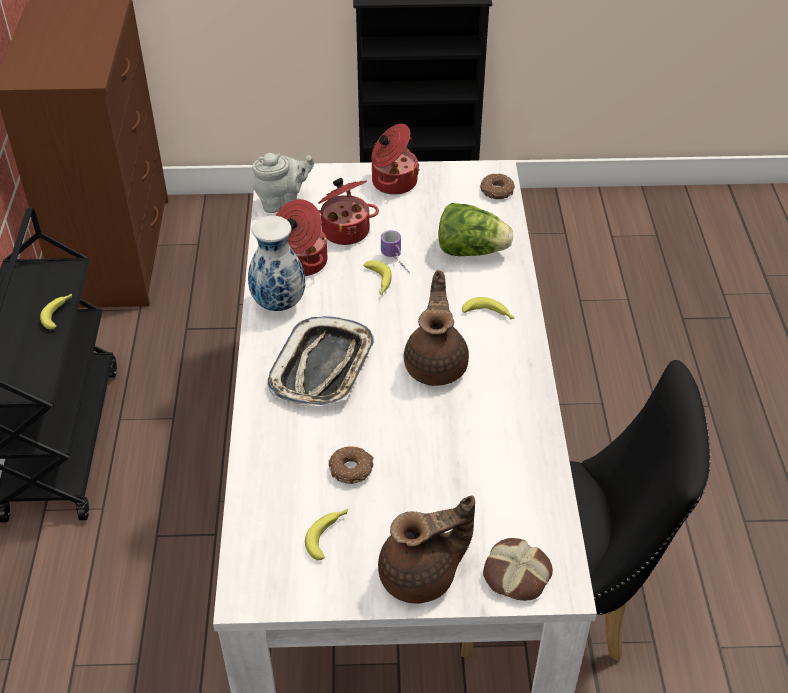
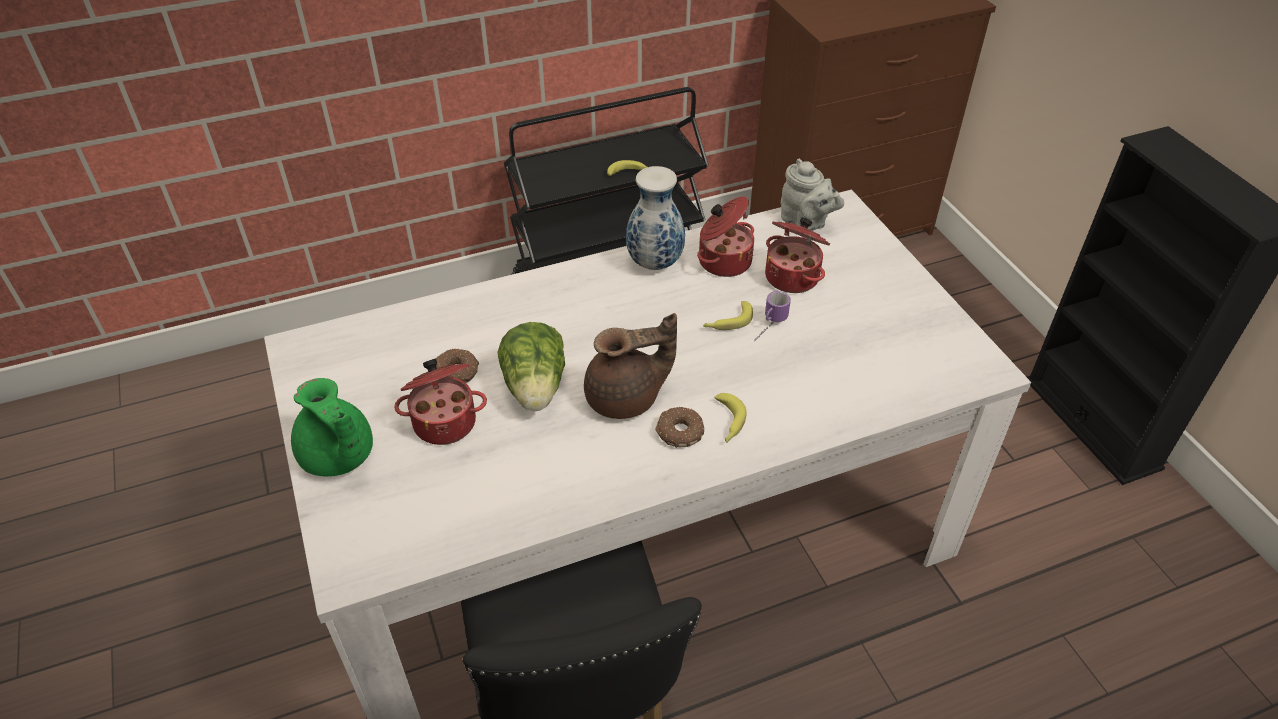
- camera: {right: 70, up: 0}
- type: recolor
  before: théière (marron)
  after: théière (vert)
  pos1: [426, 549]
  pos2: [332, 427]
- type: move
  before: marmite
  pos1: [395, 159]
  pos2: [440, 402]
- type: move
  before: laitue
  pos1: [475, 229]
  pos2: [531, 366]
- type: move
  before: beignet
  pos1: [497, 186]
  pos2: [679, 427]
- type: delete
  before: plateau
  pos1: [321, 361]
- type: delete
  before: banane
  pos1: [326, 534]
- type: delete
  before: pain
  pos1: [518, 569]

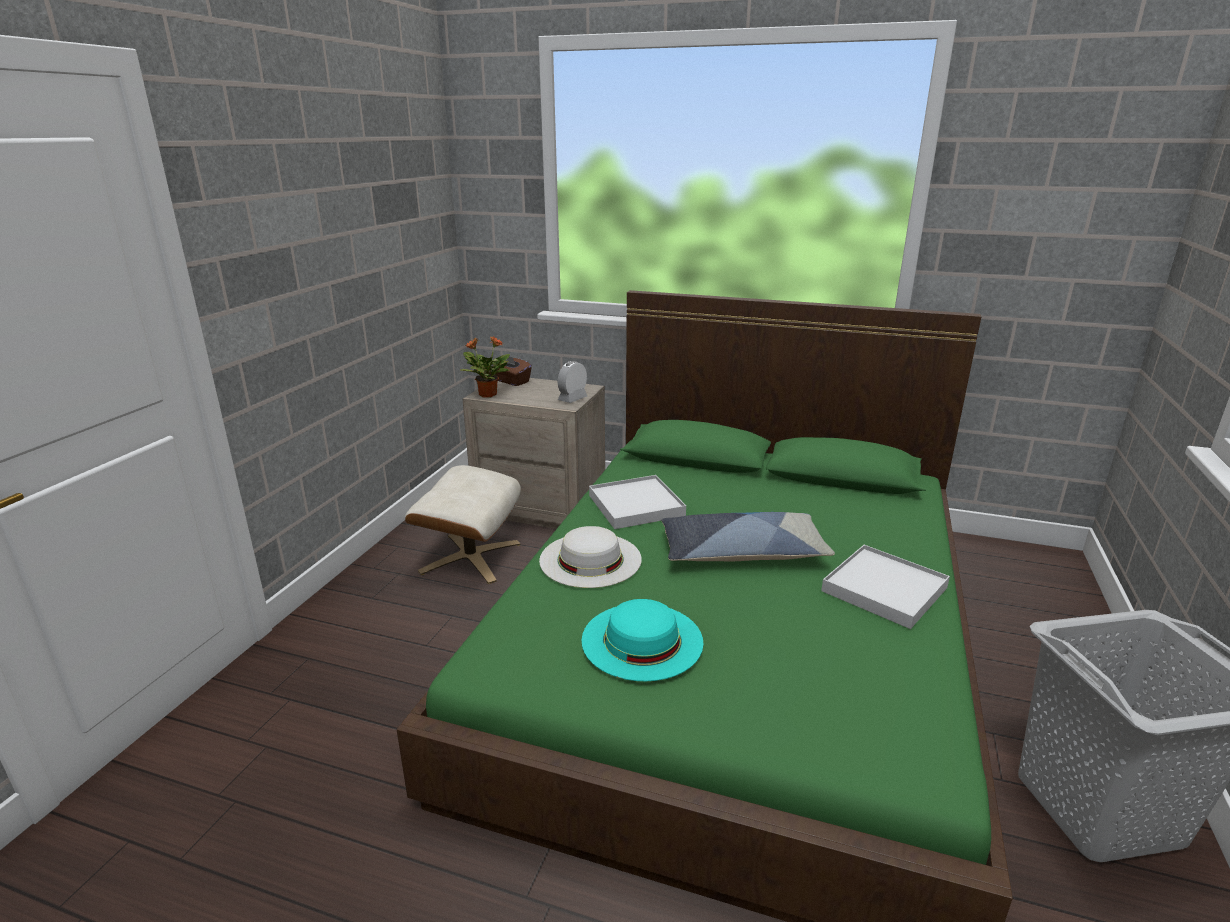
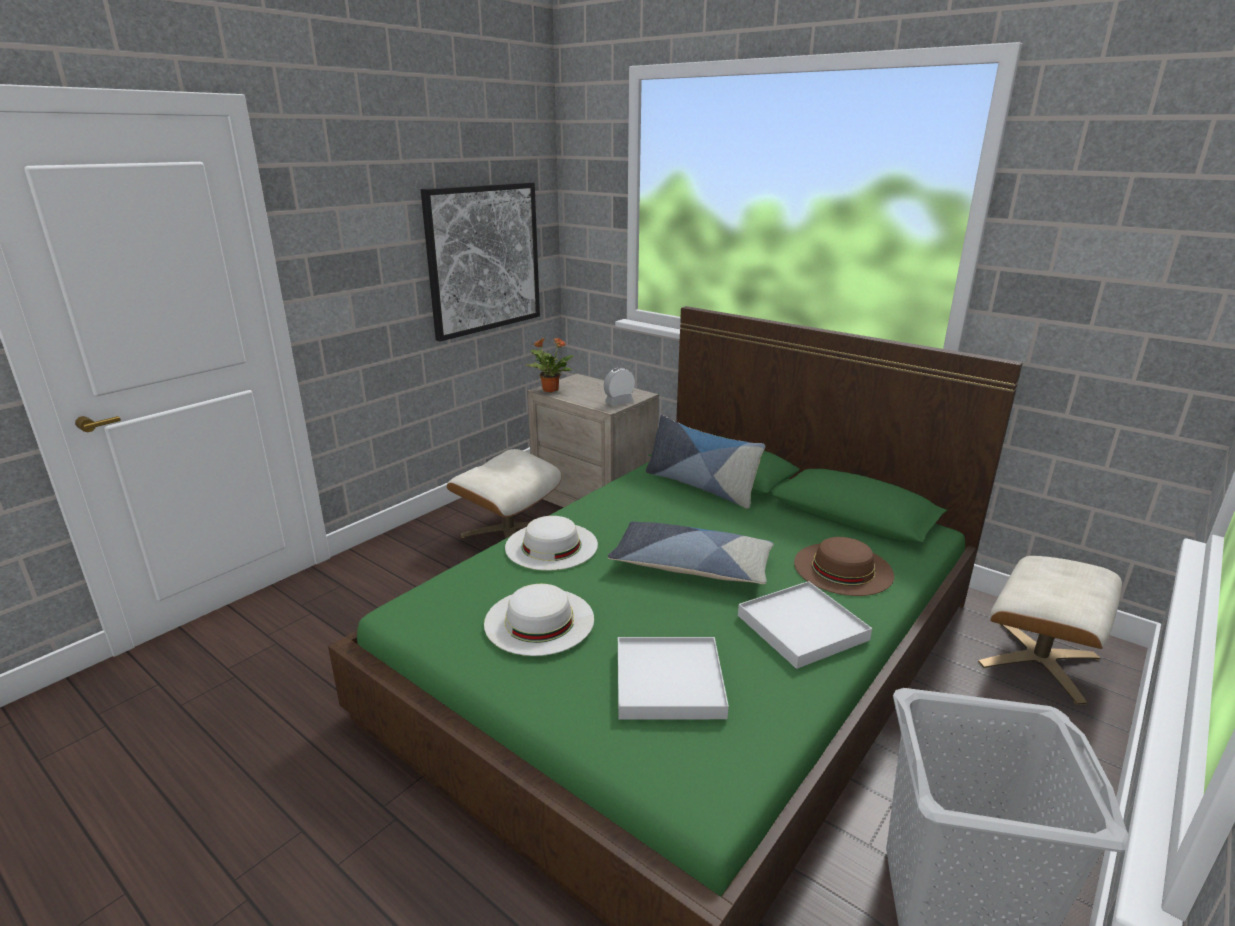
- camera: {right: 20, up: 0}
- type: insert
  after: tableau
  pos2: [480, 262]
- type: recolor
  before: chapeau (turquoise)
  after: chapeau (blanc)
  pos1: [642, 640]
  pos2: [539, 620]
- type: move
  before: plateau (blanc)
  pos1: [637, 502]
  pos2: [673, 678]
- type: insert
  after: coussin
  pos2: [705, 462]
- type: insert
  after: chapeau (marron)
  pos2: [844, 566]
- type: insert
  after: pouf (beige)
  pos2: [1050, 630]
- type: delete
  before: boîte à mouchoirs (marron)
  pos1: [512, 370]

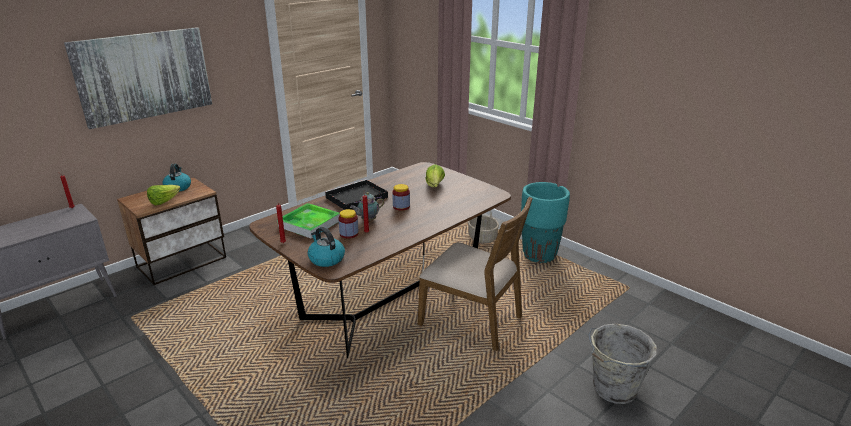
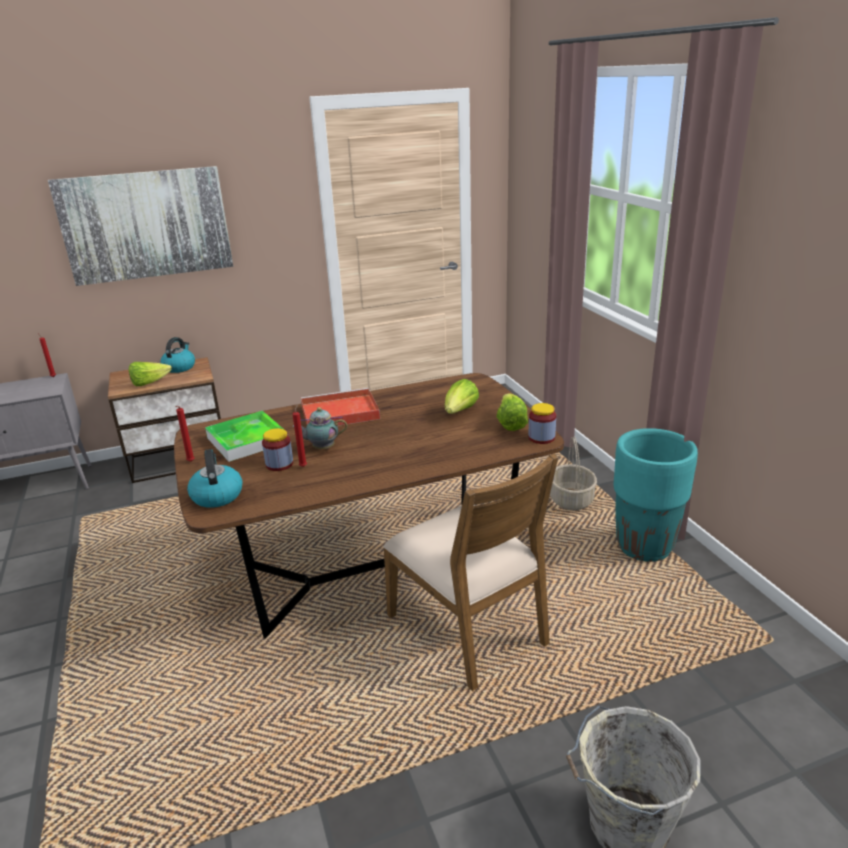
- camera: {right: 25, up: 0}
- type: recolor
  before: plateau (noir)
  after: plateau (rouge)
  pos1: [356, 194]
  pos2: [340, 407]
- type: insert
  after: laitue
  pos2: [512, 412]
- type: move
  before: bocal
  pos1: [401, 197]
  pos2: [542, 423]

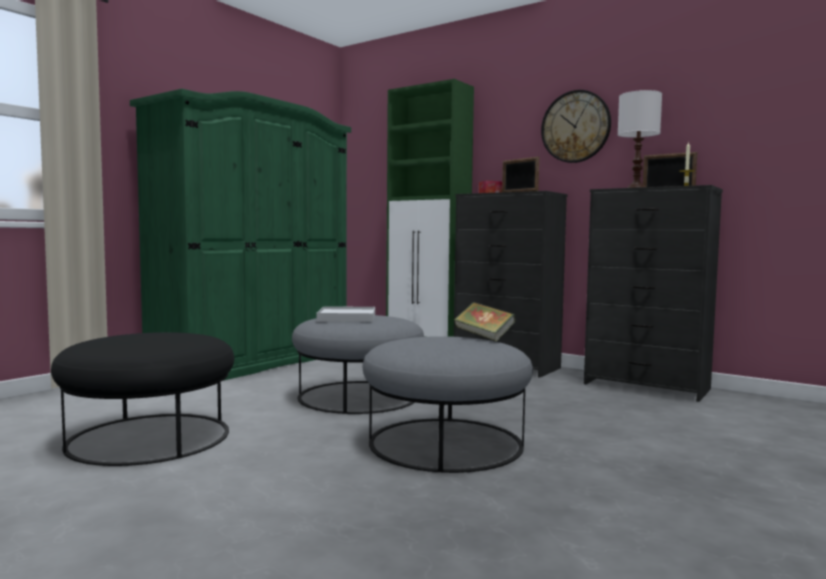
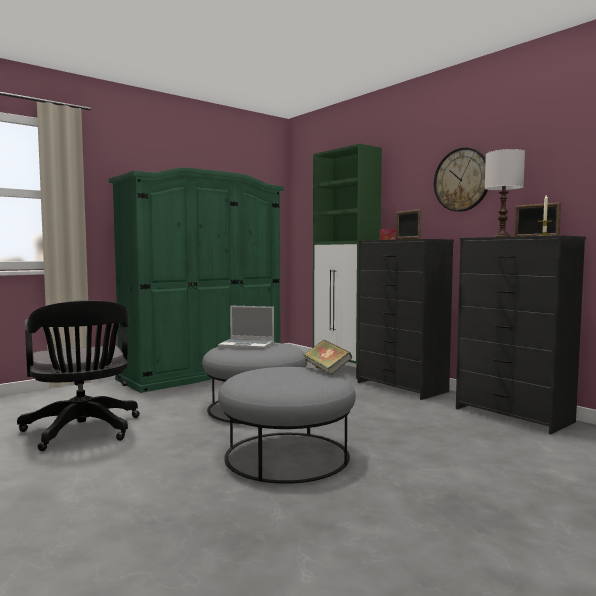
- camera: {right: 15, up: 0}
- type: replace
  before: pouf (noir)
  after: chaise de bureau (noir)
  pos1: [142, 399]
  pos2: [78, 375]
- type: replace
  before: plateau (blanc)
  after: ordinateur portable
  pos1: [346, 314]
  pos2: [246, 327]

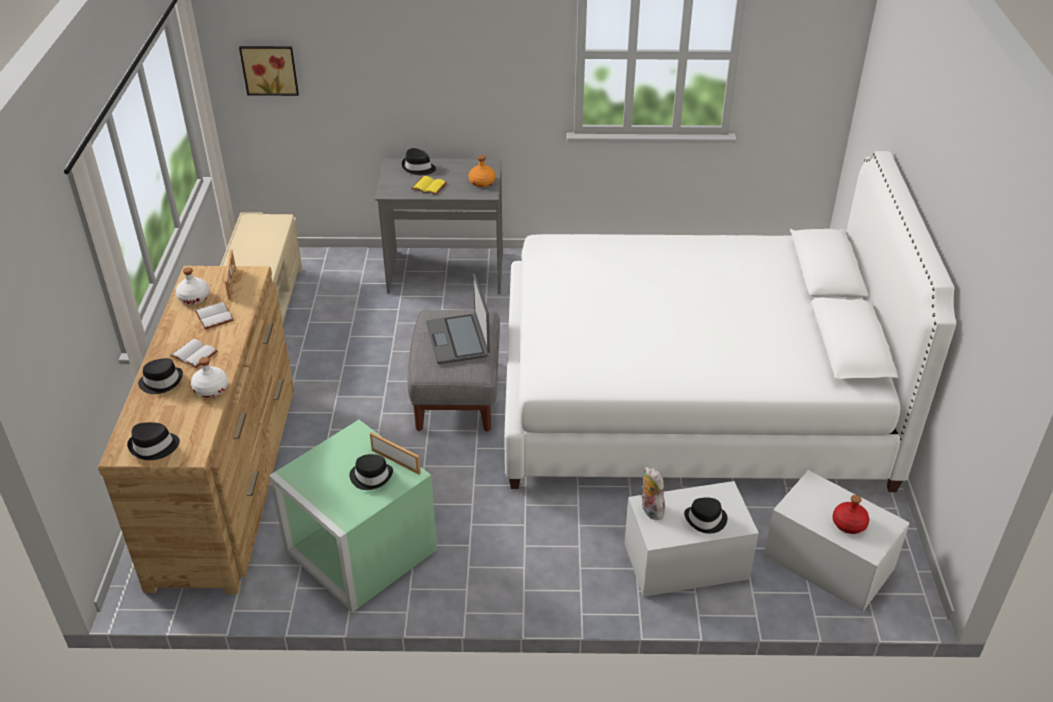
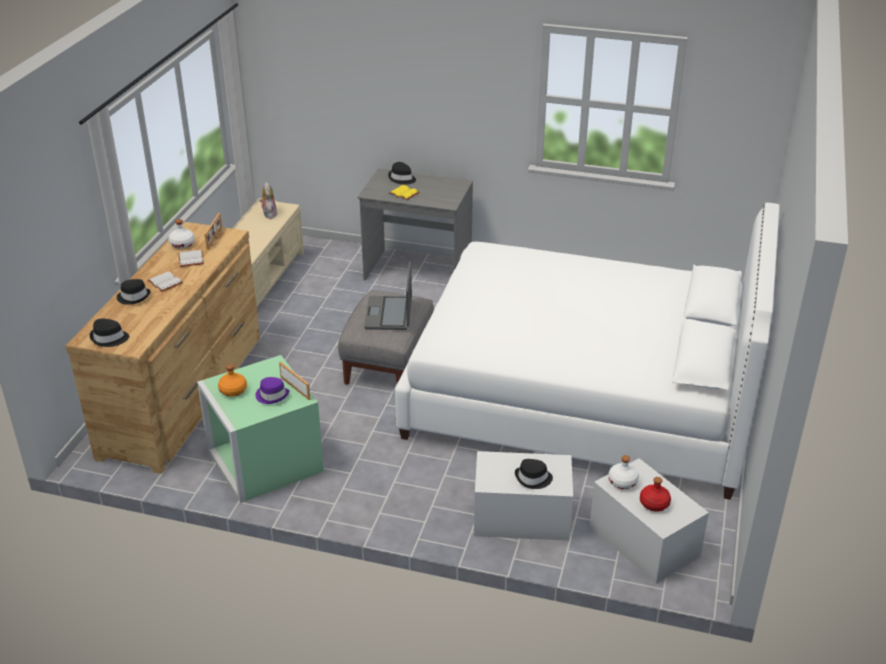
- camera: {right: 15, up: -5}
- type: move
  before: bouteille (orange)
  pos1: [482, 171]
  pos2: [232, 380]
- type: recolor
  before: chapeau (noir)
  after: chapeau (violet)
  pos1: [371, 472]
  pos2: [272, 390]
- type: move
  before: peluche
  pos1: [653, 493]
  pos2: [268, 200]
- type: move
  before: bouteille (blanc)
  pos1: [209, 377]
  pos2: [623, 472]
- type: delete
  before: tableau
  pos1: [269, 71]

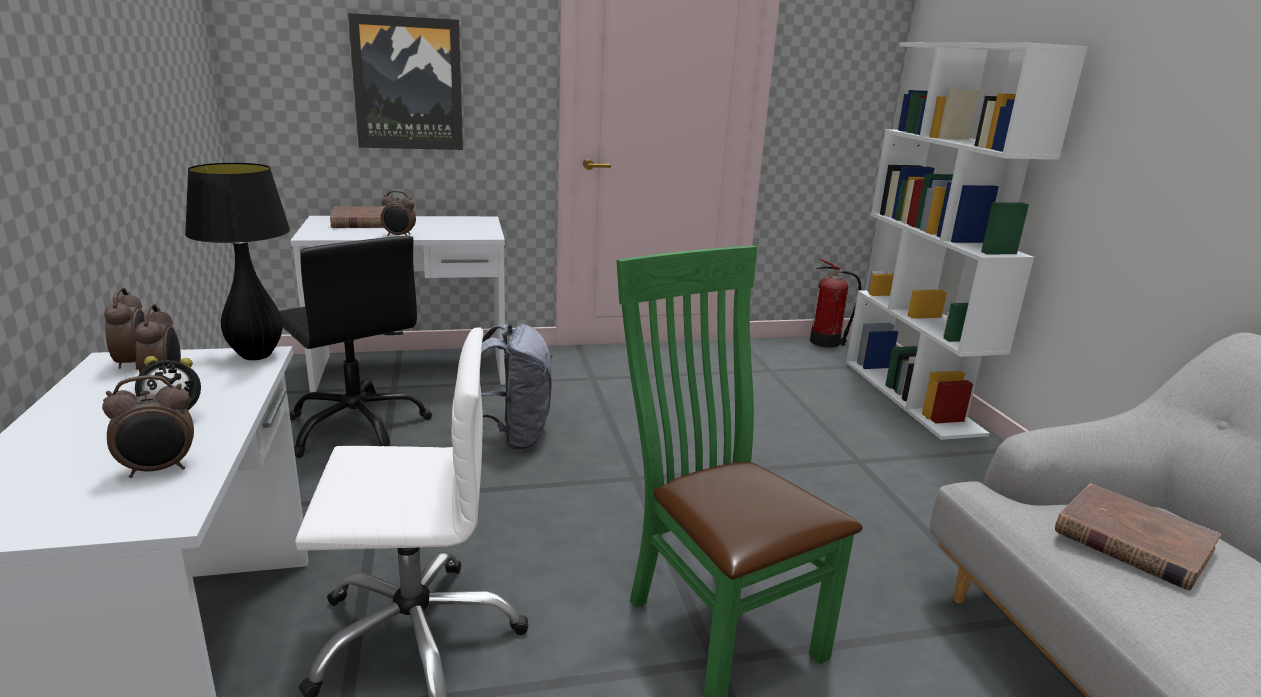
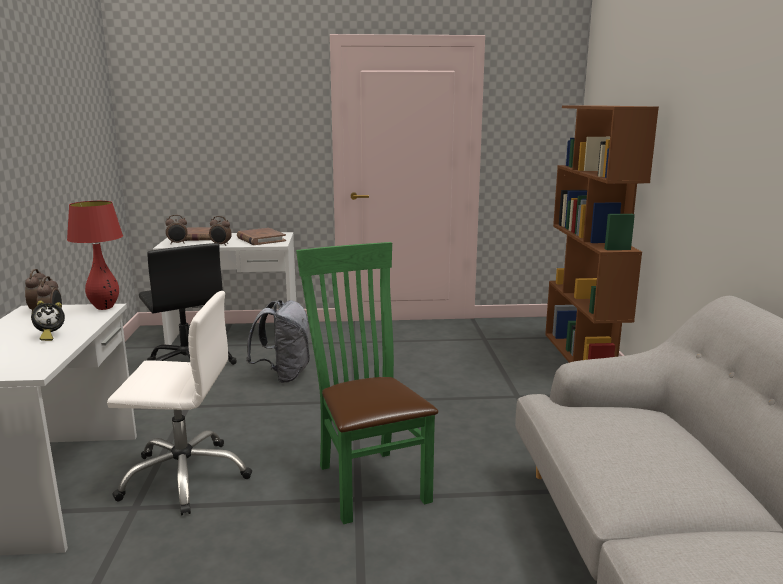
- camera: {right: 10, up: -5}
- type: recolor
  before: lampe de table (noir)
  after: lampe de table (rouge)
  pos1: [237, 261]
  pos2: [95, 255]
- type: move
  before: réveil
  pos1: [148, 426]
  pos2: [176, 229]
- type: move
  before: livre (marron)
  pos1: [1138, 536]
  pos2: [261, 236]
- type: recolor
  before: bibliothèque (blanc)
  after: bibliothèque (marron)
  pos1: [967, 241]
  pos2: [602, 234]
- type: delete
  before: tableau
  pos1: [405, 81]
- type: delete
  before: extincteur
  pos1: [835, 303]

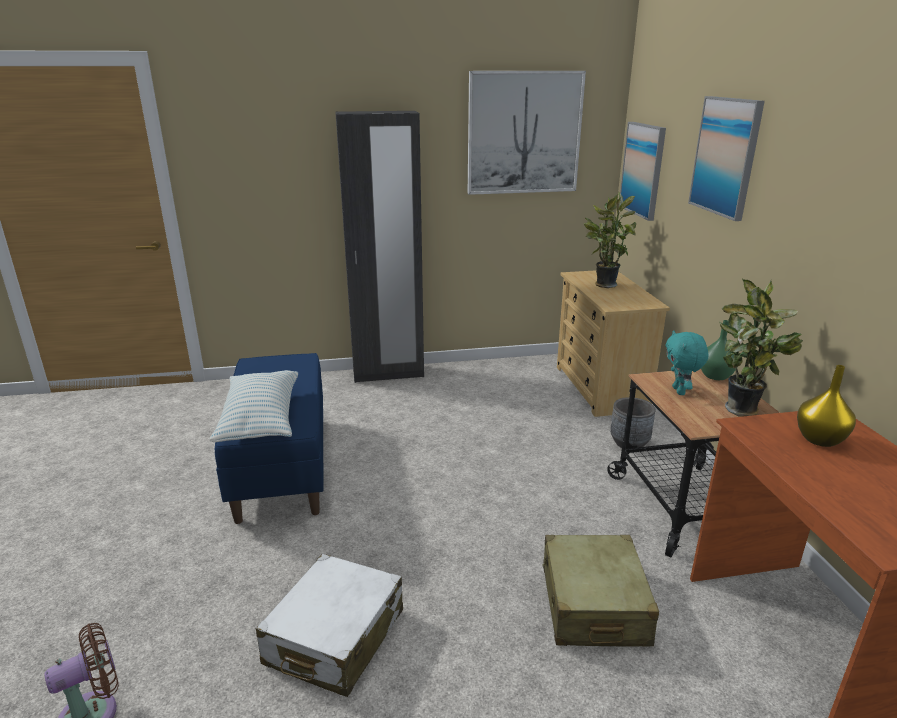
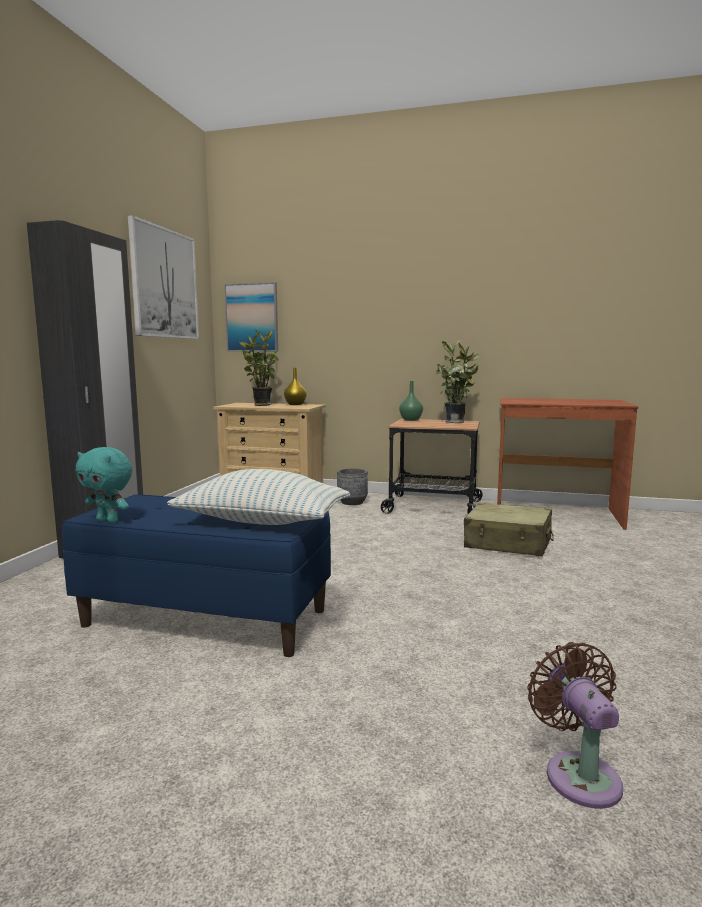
- camera: {right: -65, up: -15}
- type: move
  before: peluche (turquoise)
  pos1: [687, 362]
  pos2: [103, 485]
- type: move
  before: vase (jaune)
  pos1: [826, 406]
  pos2: [295, 386]
- type: delete
  before: valise (blanc)
  pos1: [329, 625]
- type: delete
  before: tableau
  pos1: [726, 158]

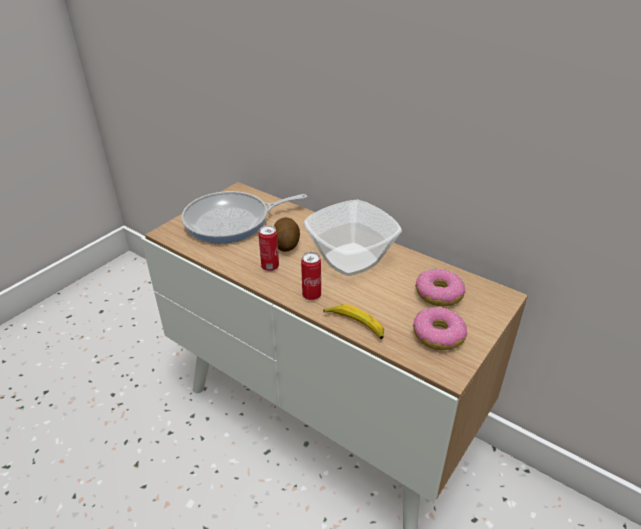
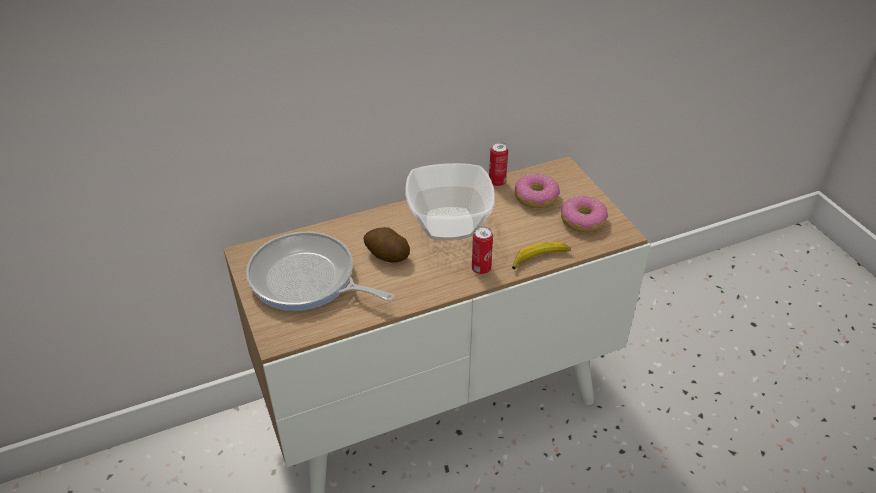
- camera: {right: -60, up: 5}
- type: rotate
  before: poêle
  pos1: [244, 217]
  pos2: [320, 271]
  turn: 105
- type: move
  before: boîte métallique
  pos1: [268, 248]
  pos2: [498, 164]

